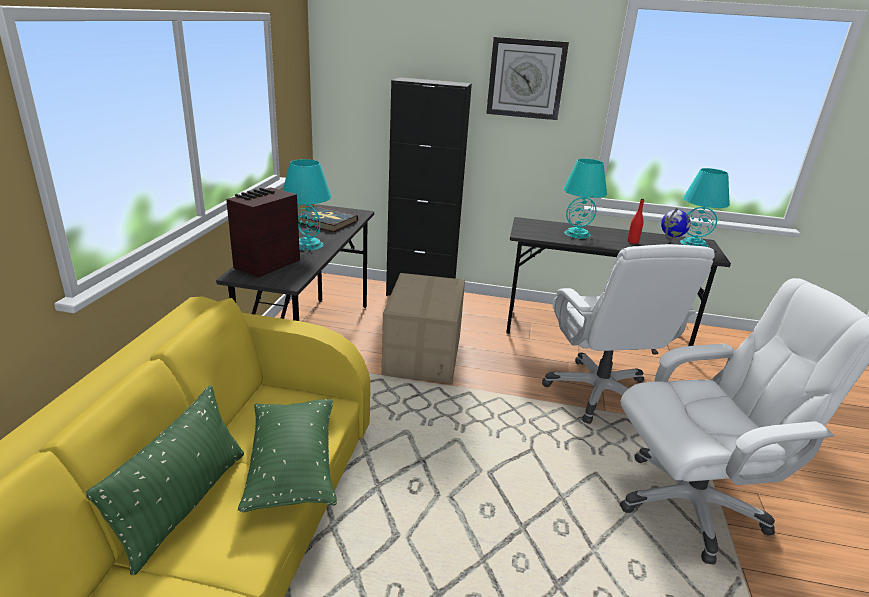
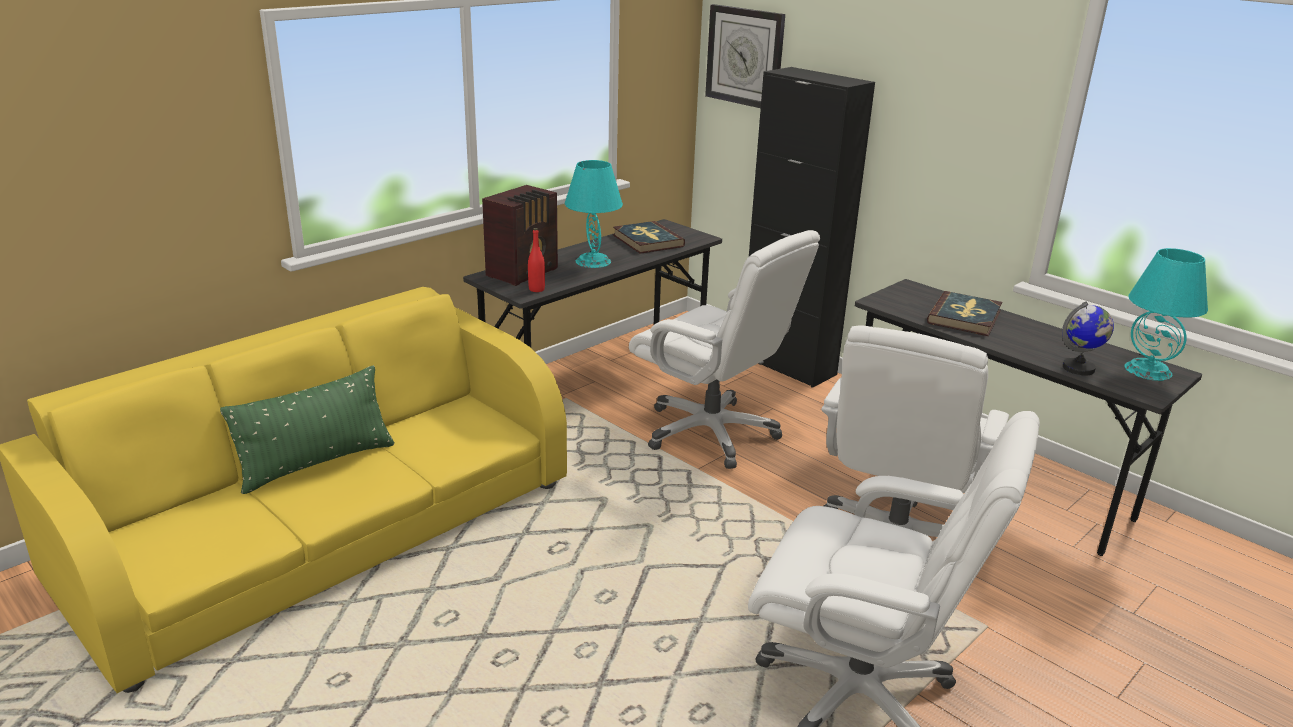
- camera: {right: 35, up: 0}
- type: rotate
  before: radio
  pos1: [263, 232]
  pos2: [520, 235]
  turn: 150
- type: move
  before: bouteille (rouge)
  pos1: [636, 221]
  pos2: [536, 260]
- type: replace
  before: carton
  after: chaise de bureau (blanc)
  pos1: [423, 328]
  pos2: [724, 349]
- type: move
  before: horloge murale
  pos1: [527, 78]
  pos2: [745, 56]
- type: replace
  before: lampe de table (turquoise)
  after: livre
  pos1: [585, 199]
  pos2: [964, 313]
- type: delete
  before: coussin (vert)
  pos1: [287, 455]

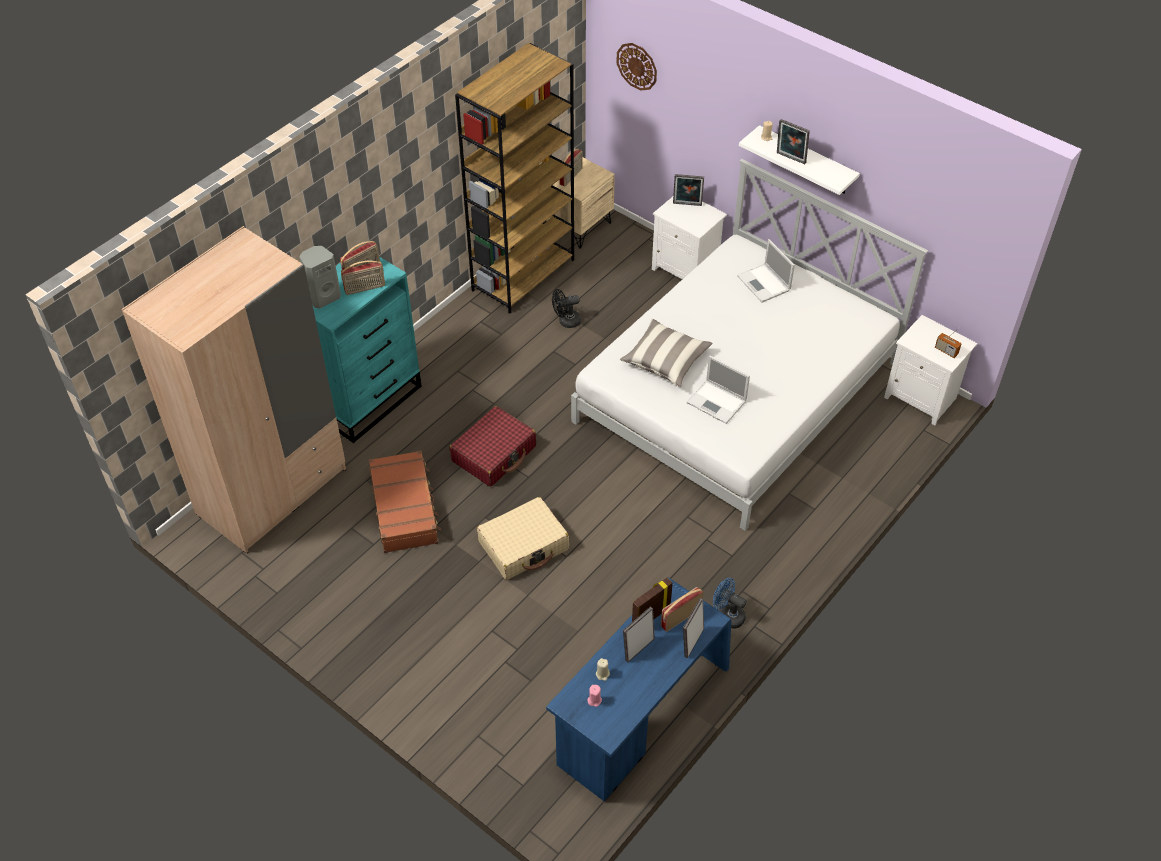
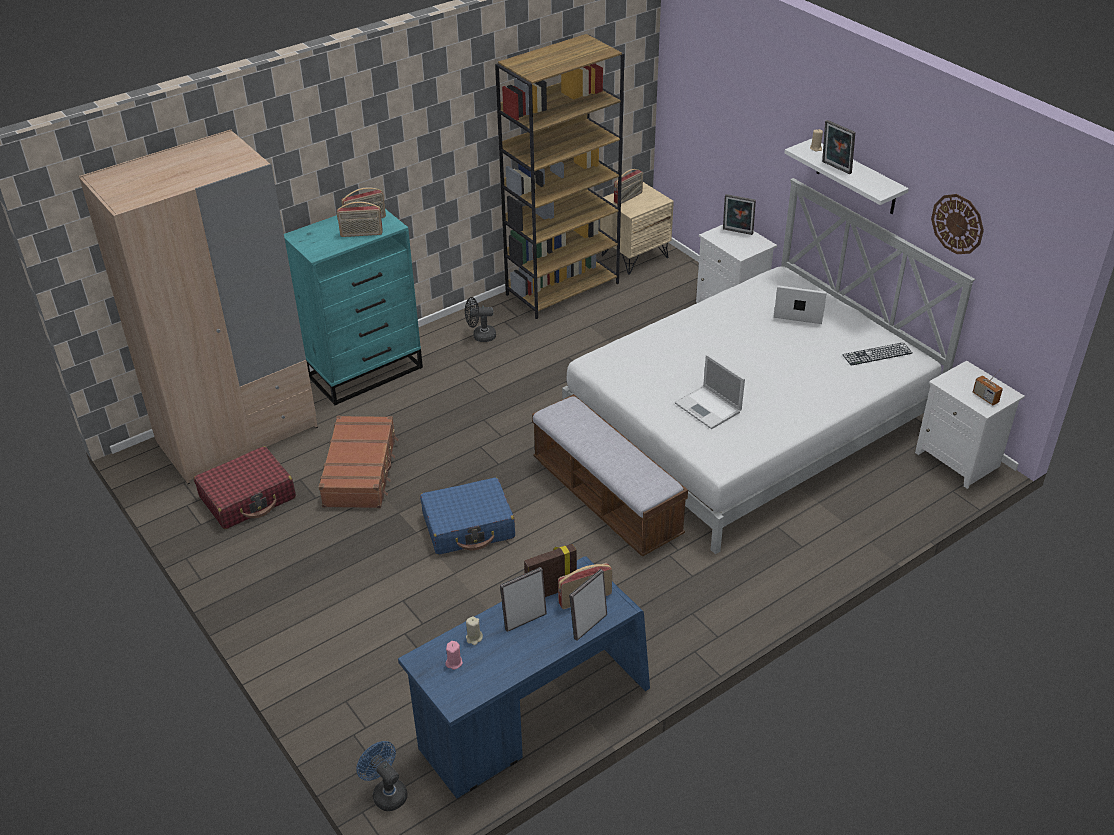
- camera: {right: 15, up: -10}
- type: move
  before: valise (rouge)
  pos1: [493, 446]
  pos2: [245, 487]
- type: move
  before: ventilateur (bleu)
  pos1: [730, 603]
  pos2: [382, 776]
- type: recolor
  before: valise (beige)
  after: valise (bleu)
  pos1: [523, 538]
  pos2: [467, 516]
- type: move
  before: ventilateur (noir)
  pos1: [566, 308]
  pos2: [480, 319]
- type: insert
  after: banc
  pos2: [610, 475]
- type: rotate
  before: ordinateur portable
  pos1: [766, 270]
  pos2: [800, 304]
  turn: 120
- type: insert
  after: clavier
  pos2: [877, 354]
- type: move
  before: horloge murale
  pos1: [637, 67]
  pos2: [957, 224]
- type: delete
  before: enceinte (gris)
  pos1: [320, 277]
- type: delete
  before: coussin
  pos1: [666, 353]

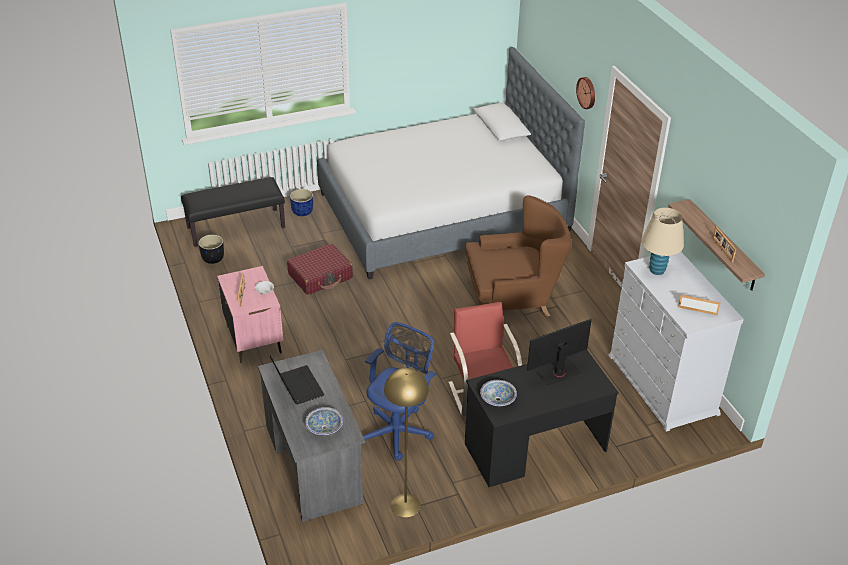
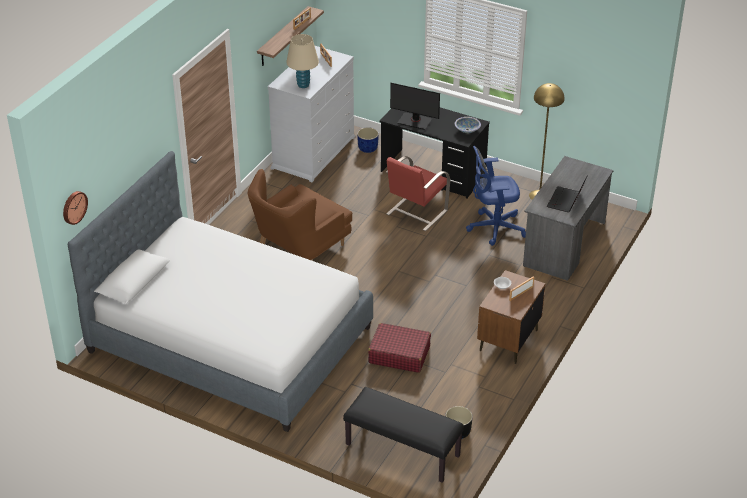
- camera: {right: -130, up: 0}
- type: move
  before: horloge murale
  pos1: [585, 93]
  pos2: [75, 208]
- type: rotate
  before: fauteuil (marron)
  pos1: [518, 255]
  pos2: [300, 214]
  turn: -90
- type: move
  before: cache-pot (bleu)
  pos1: [301, 202]
  pos2: [368, 140]
- type: recolor
  before: table de chevet (rose)
  after: table de chevet (marron)
  pos1: [250, 314]
  pos2: [511, 317]
- type: delete
  before: bol
  pos1: [324, 421]

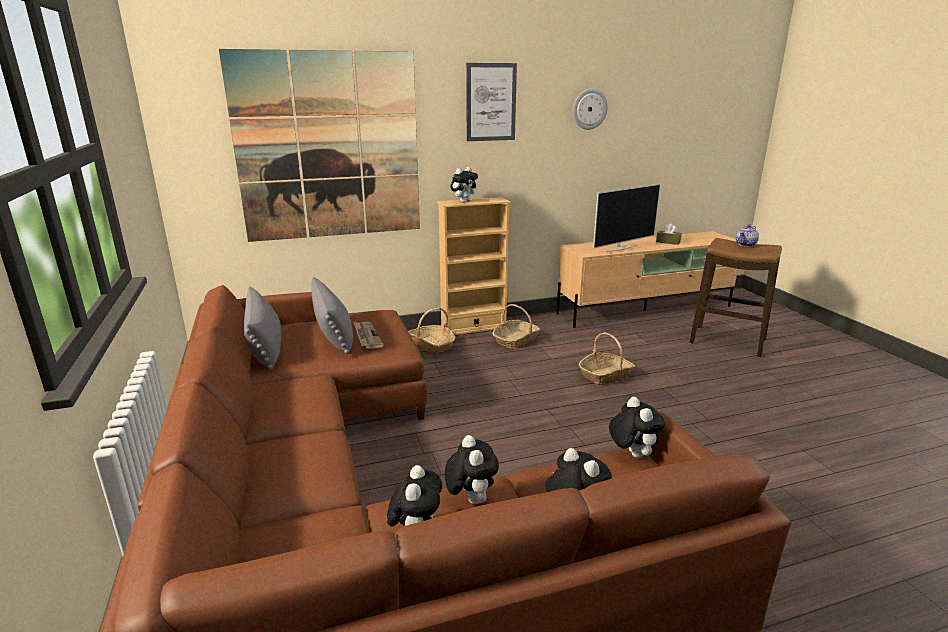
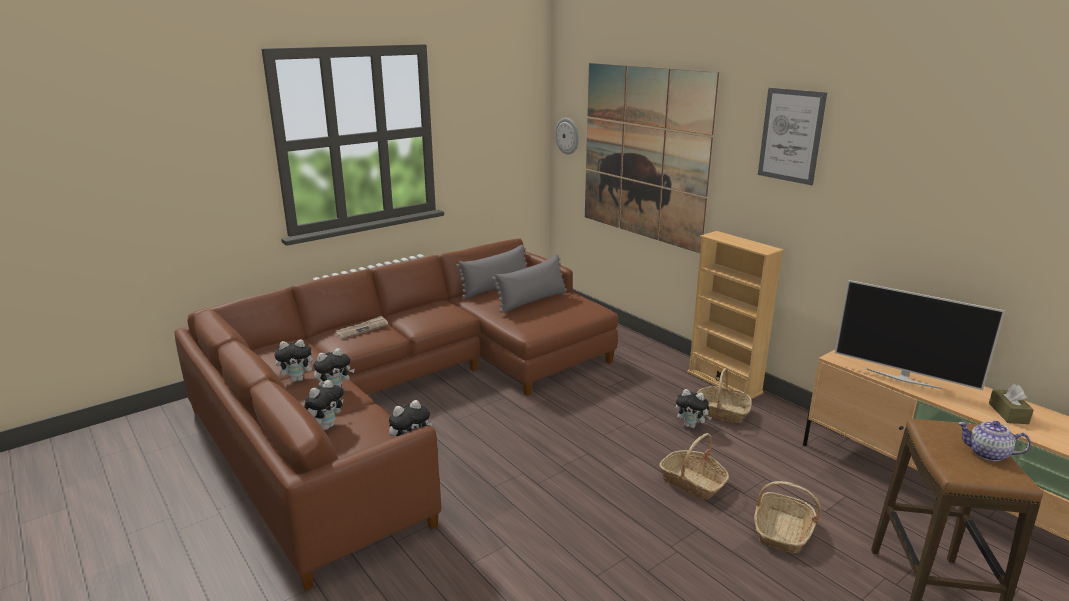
- camera: {right: 70, up: 0}
- type: move
  before: journal
  pos1: [369, 335]
  pos2: [362, 327]
- type: move
  before: horloge murale
  pos1: [590, 109]
  pos2: [567, 136]
- type: move
  before: peluche
  pos1: [464, 185]
  pos2: [694, 408]
- type: move
  before: panier
  pos1: [431, 331]
  pos2: [787, 517]

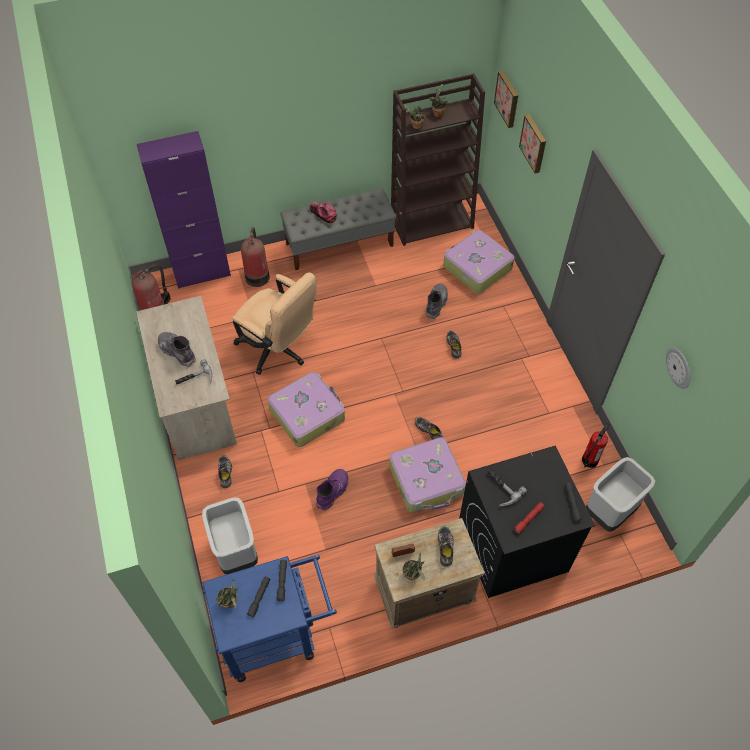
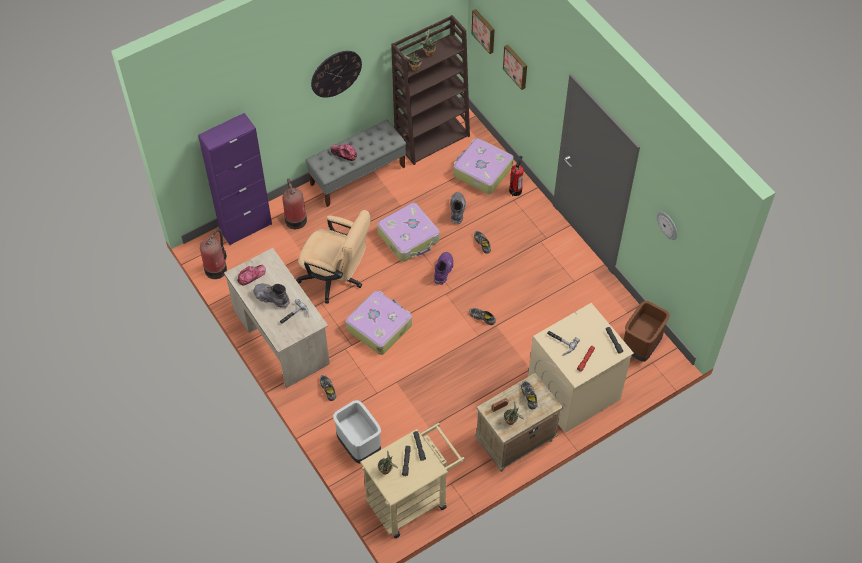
- camera: {right: -15, up: 0}
- type: insert
  after: casquette
  pos2: [251, 275]
- type: insert
  after: horloge murale
  pos2: [336, 74]
- type: recolor
  before: chariot (bleu)
  after: chariot (beige)
  pos1: [269, 618]
  pos2: [412, 480]
- type: move
  before: valise
  pos1: [427, 475]
  pos2: [408, 232]
- type: move
  before: botte (violet)
  pos1: [332, 490]
  pos2: [444, 268]
- type: move
  before: extincteur
  pos1: [596, 445]
  pos2: [516, 176]
- type: recolor
  before: lave-linge (noir)
  after: lave-linge (beige)
  pos1: [527, 522]
  pos2: [581, 368]
- type: recolor
  before: poubelle (gris)
  after: poubelle (marron)
  pos1: [620, 494]
  pos2: [646, 331]

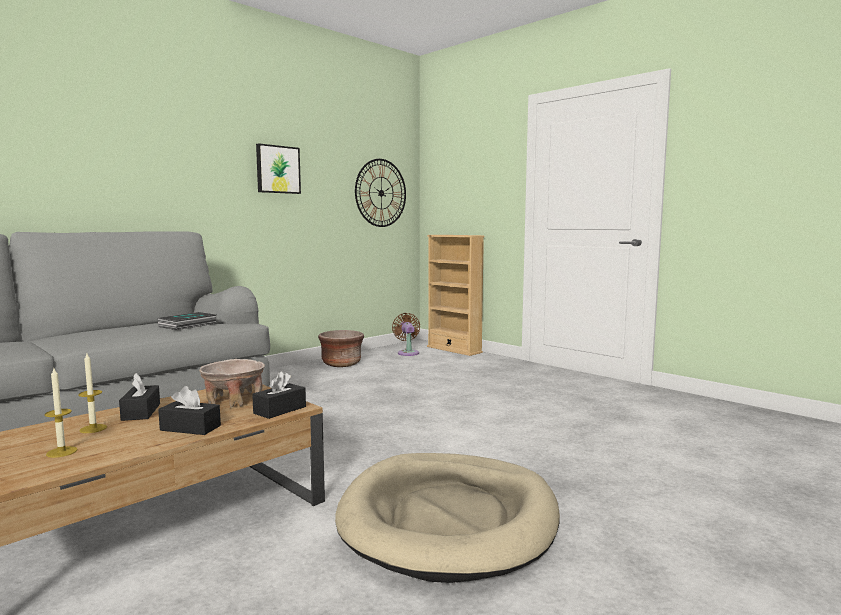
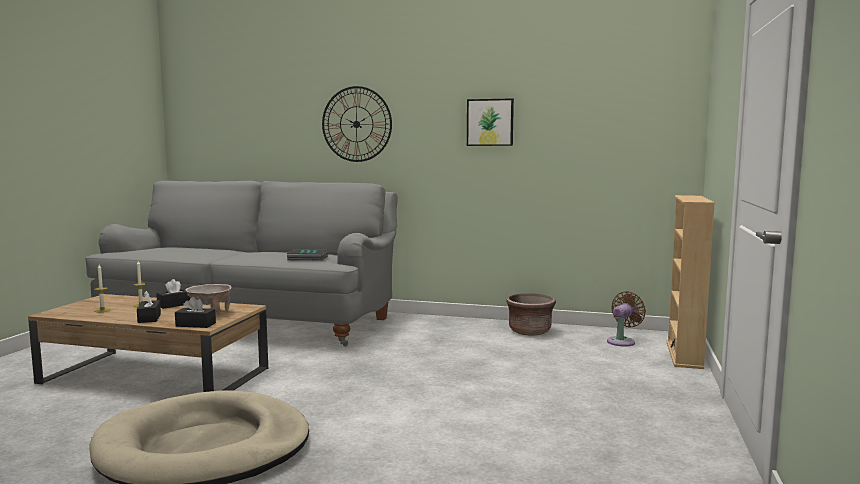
- camera: {right: 60, up: 0}
- type: move
  before: horloge murale
  pos1: [380, 193]
  pos2: [357, 124]

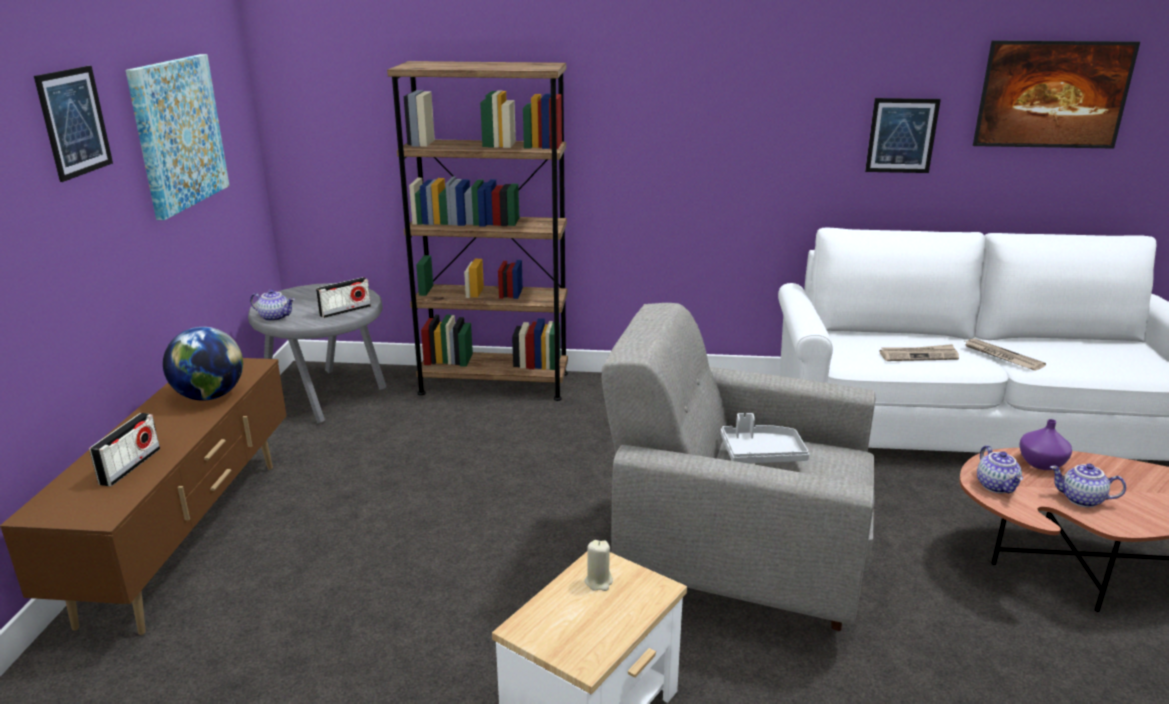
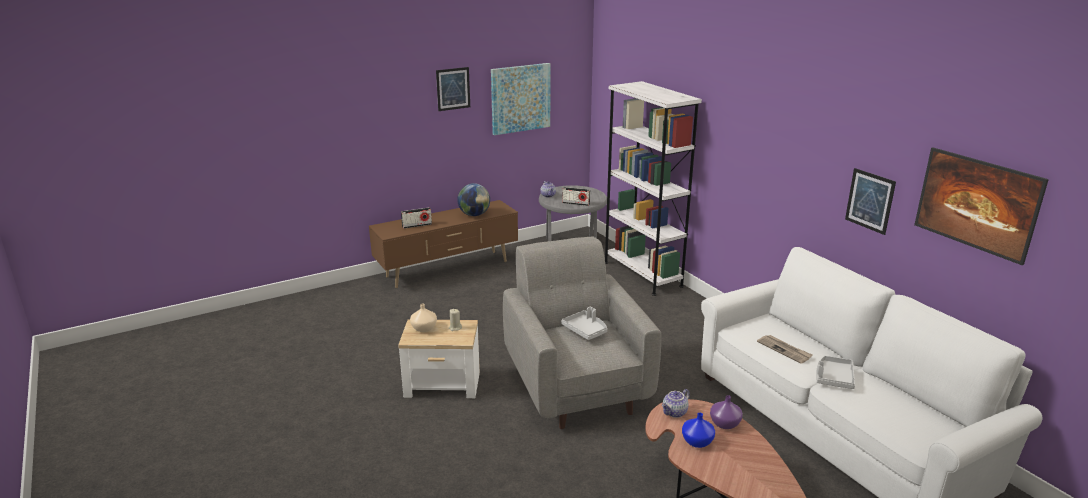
- camera: {right: 55, up: 0}
- type: insert
  after: vase (beige)
  pos2: [423, 317]
- type: recolor
  before: bibliothèque (marron)
  after: bibliothèque (blanc)
  pos1: [477, 231]
  pos2: [653, 188]
- type: replace
  before: théière
  after: vase (bleu)
  pos1: [1088, 485]
  pos2: [698, 430]
- type: replace
  before: journal
  after: plateau (gris)
  pos1: [1004, 355]
  pos2: [836, 372]

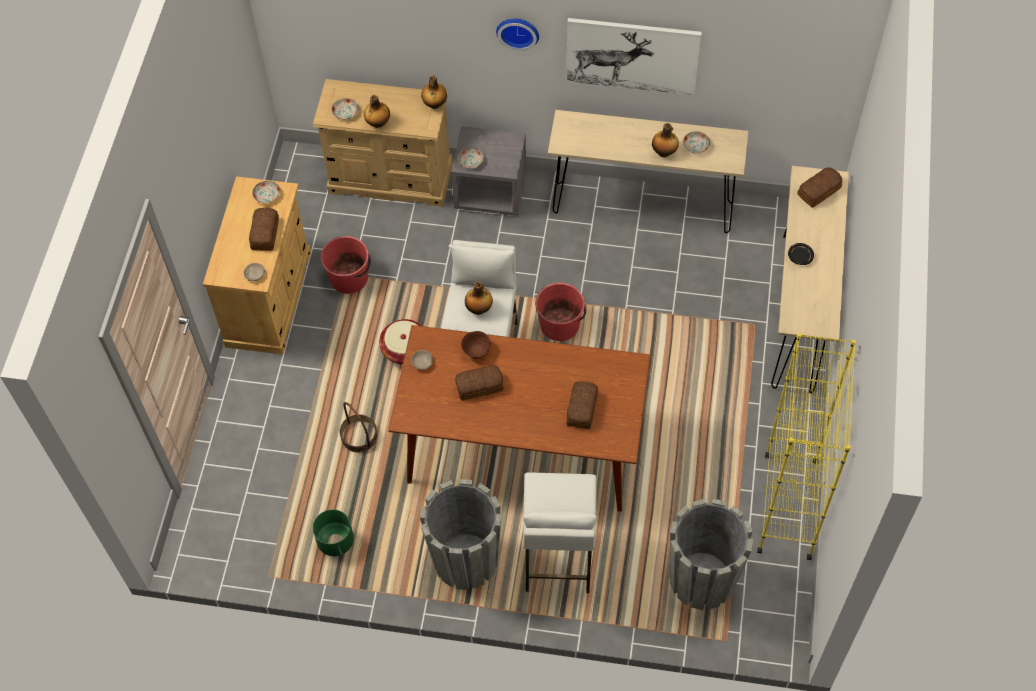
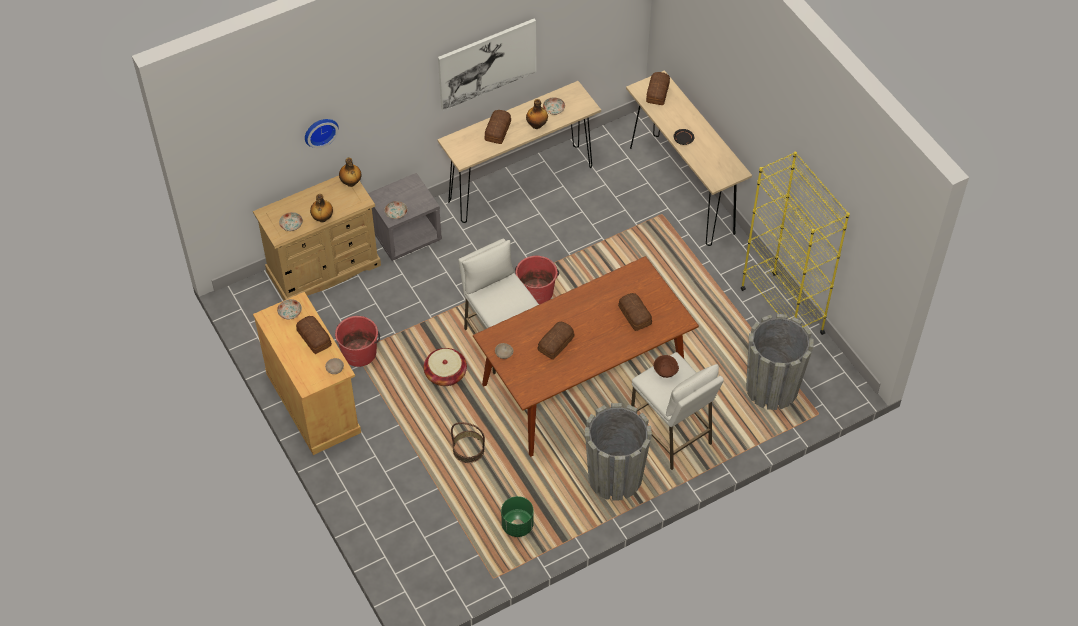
- camera: {right: -40, up: -5}
- type: move
  before: horloge murale
  pos1: [517, 35]
  pos2: [322, 133]
- type: insert
  after: pain
  pos2: [497, 127]
- type: move
  before: bol (marron)
  pos1: [476, 345]
  pos2: [666, 366]
- type: delete
  before: bouteille
  pos1: [479, 298]

